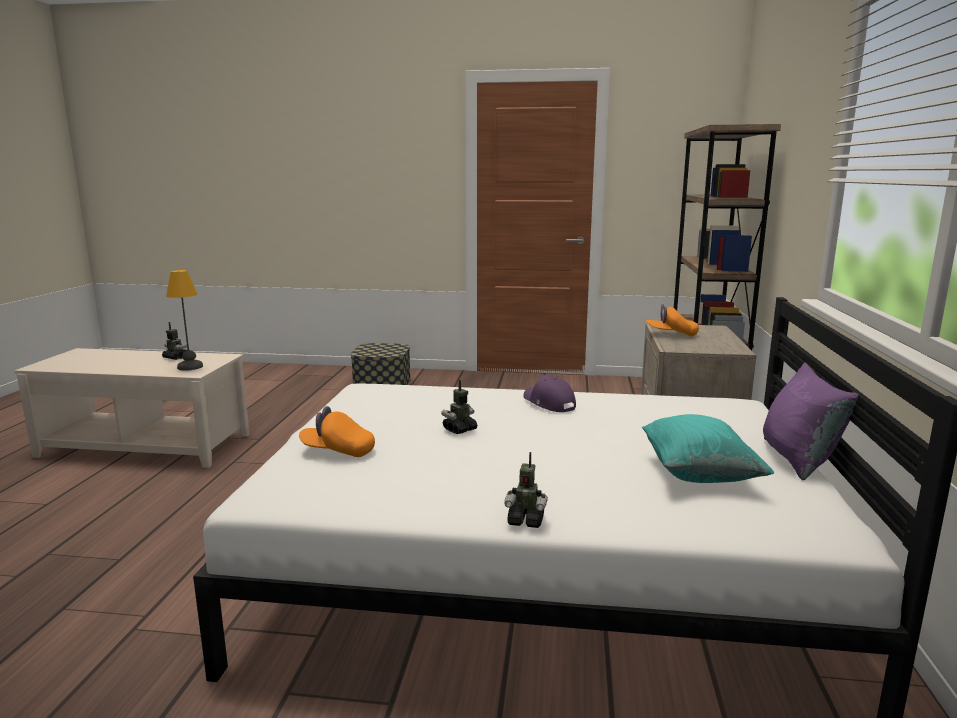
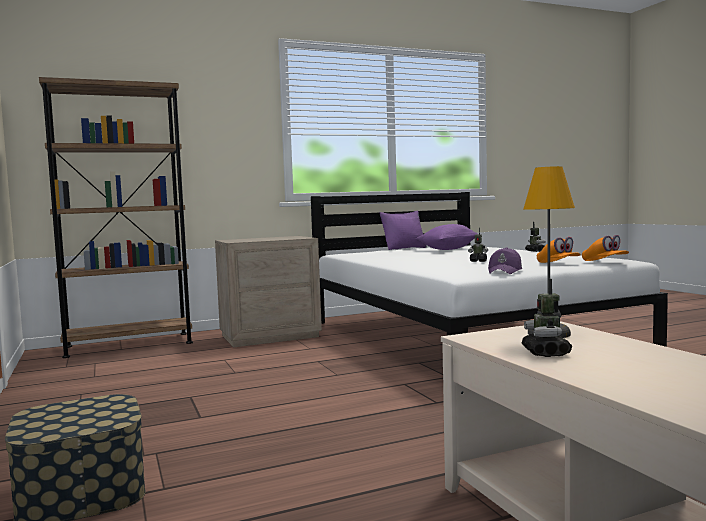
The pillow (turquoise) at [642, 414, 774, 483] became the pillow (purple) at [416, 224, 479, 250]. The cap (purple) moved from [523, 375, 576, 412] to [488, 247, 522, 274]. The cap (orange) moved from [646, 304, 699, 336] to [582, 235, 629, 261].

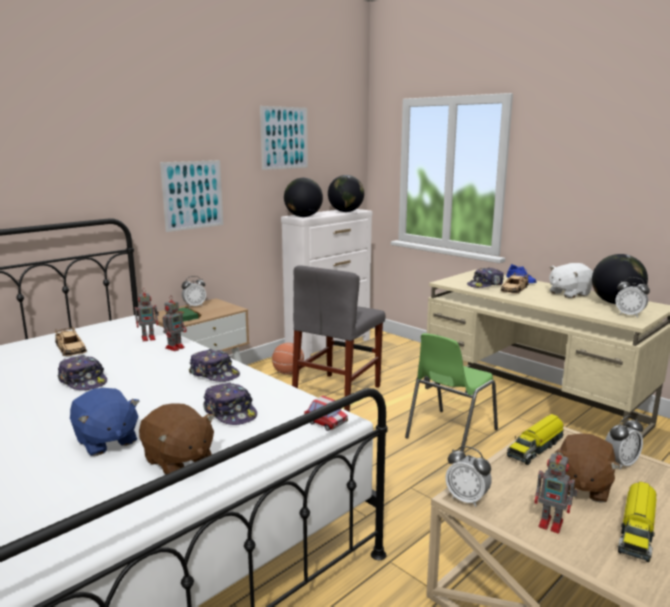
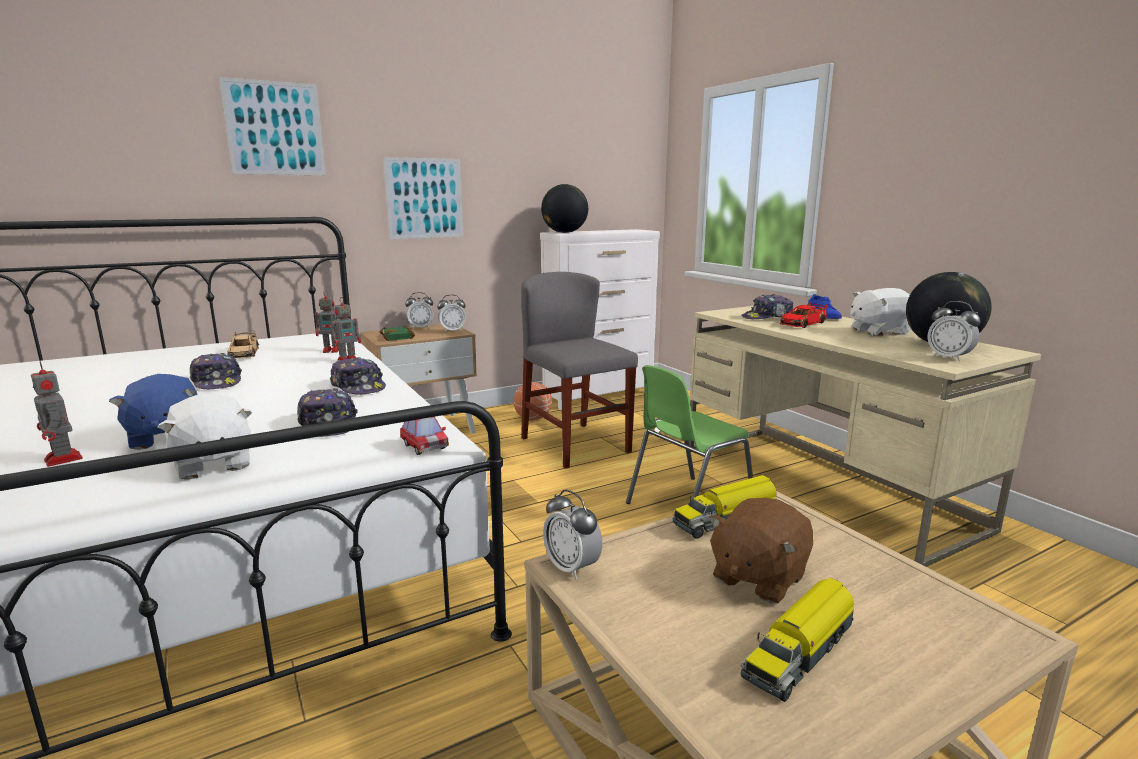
The toy robot moved from [534, 448, 578, 534] to [31, 361, 83, 467]. The plush toy (brown) at [139, 403, 215, 474] became the plush toy (white) at [157, 394, 253, 480]. The picture moved from [260, 106, 308, 170] to [219, 77, 326, 175]. The alarm clock moved from [605, 415, 643, 470] to [437, 295, 466, 333]. The chair (grey) at [292, 265, 386, 412] turned 105 degrees clockwise. The toy car (beige) at [500, 272, 529, 294] became the toy car (red) at [780, 302, 828, 328]. The globe at [328, 175, 364, 212] disappeared.

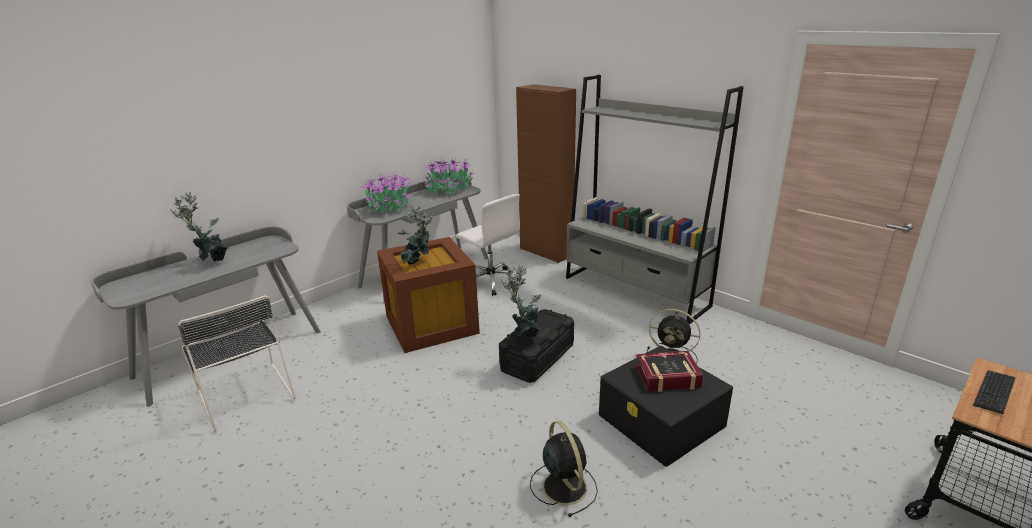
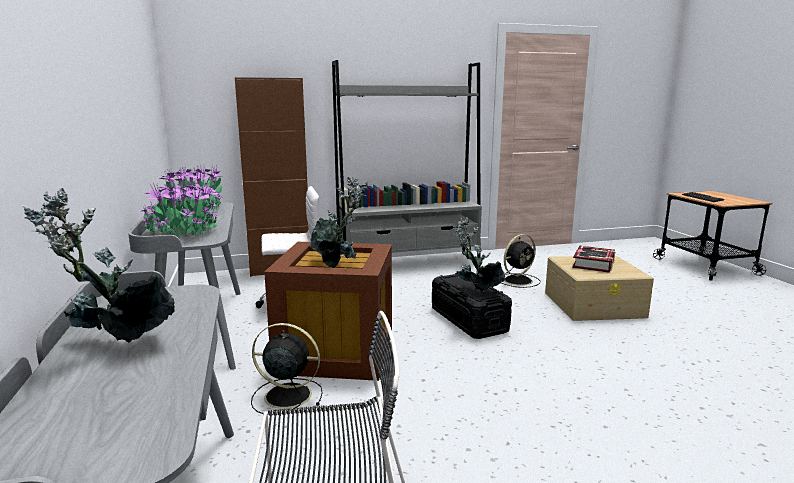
The fan (black) moved from [530, 421, 598, 517] to [251, 323, 323, 414]. The storage box (black) at [599, 346, 733, 467] became the storage box (beige) at [545, 255, 654, 321].

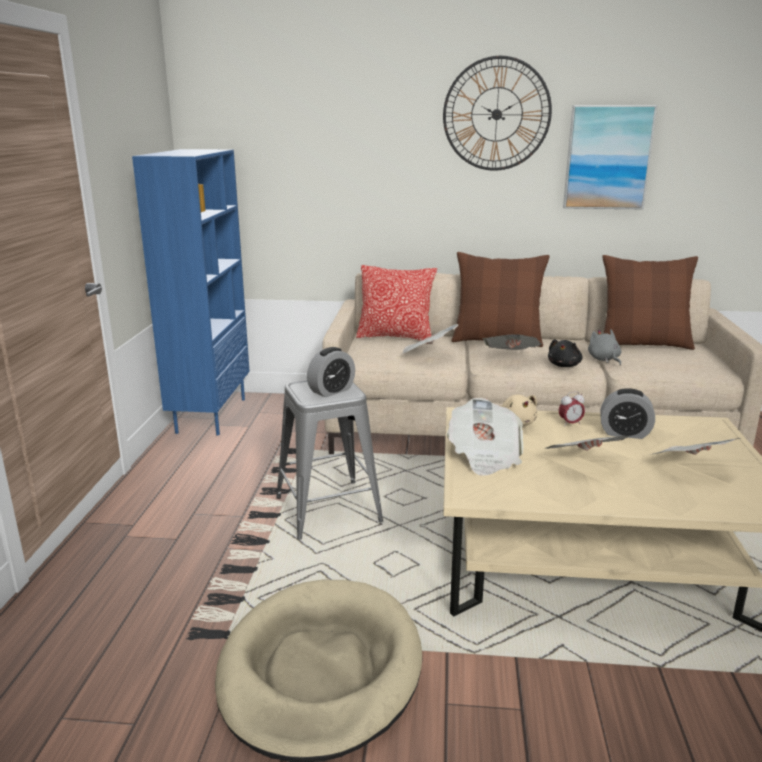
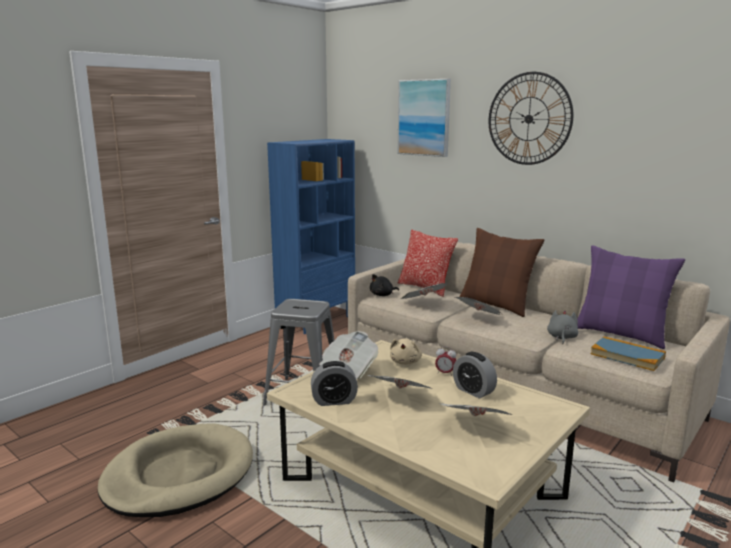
The alarm clock moved from [307, 347, 355, 398] to [311, 361, 358, 406]. The plush toy (black) moved from [548, 339, 583, 367] to [370, 274, 399, 296]. The picture moved from [563, 105, 657, 209] to [398, 79, 451, 157]. The pillow (brown) at [602, 255, 698, 350] became the pillow (purple) at [577, 245, 685, 349]. The book at [590, 336, 666, 371] appeared.

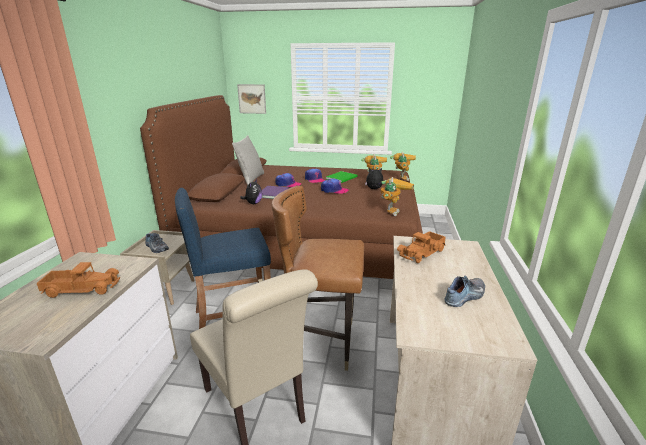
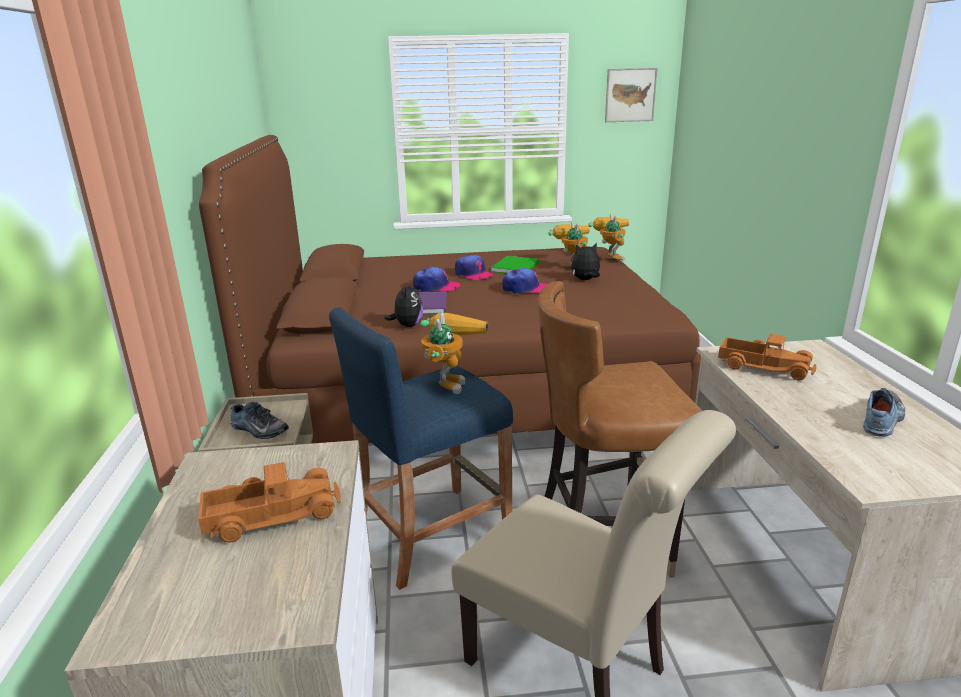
The toy robot moved from [381, 177, 414, 216] to [420, 313, 489, 394]. The picture moved from [237, 84, 266, 114] to [605, 68, 658, 122]. The toy truck at [397, 231, 446, 263] turned 90 degrees counterclockwise. The pillow (grey) at [232, 135, 264, 185] disappeared.

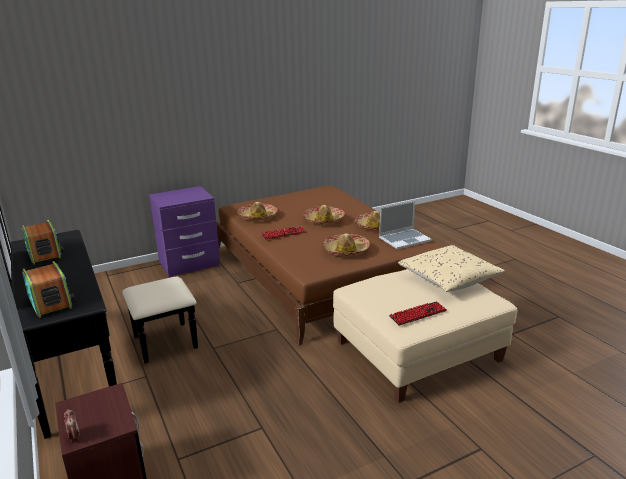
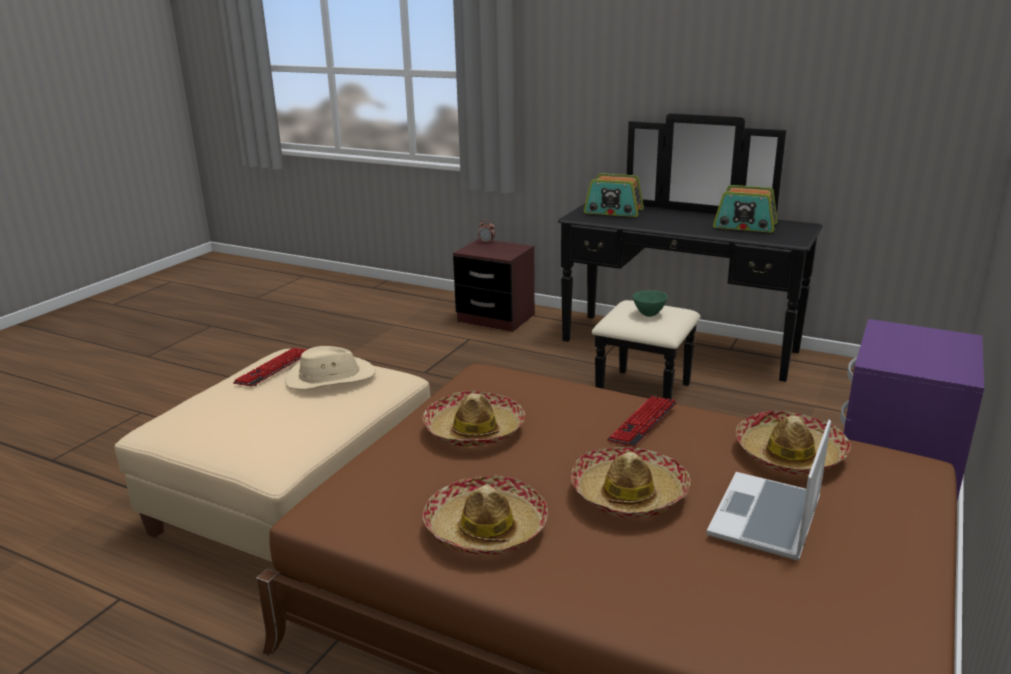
The hat (beige) at [285, 346, 376, 390] appeared. The bowl (green) at [633, 290, 667, 317] appeared. The laptop moved from [379, 201, 432, 250] to [706, 420, 831, 561]. The pillow (beige) at [398, 245, 505, 292] disappeared.

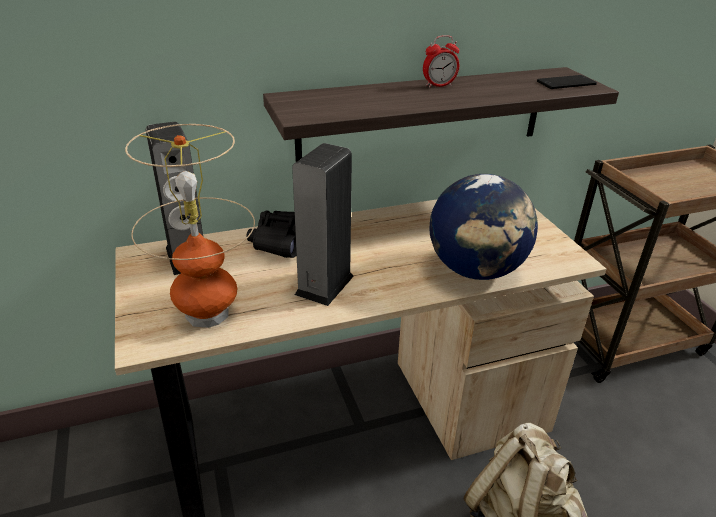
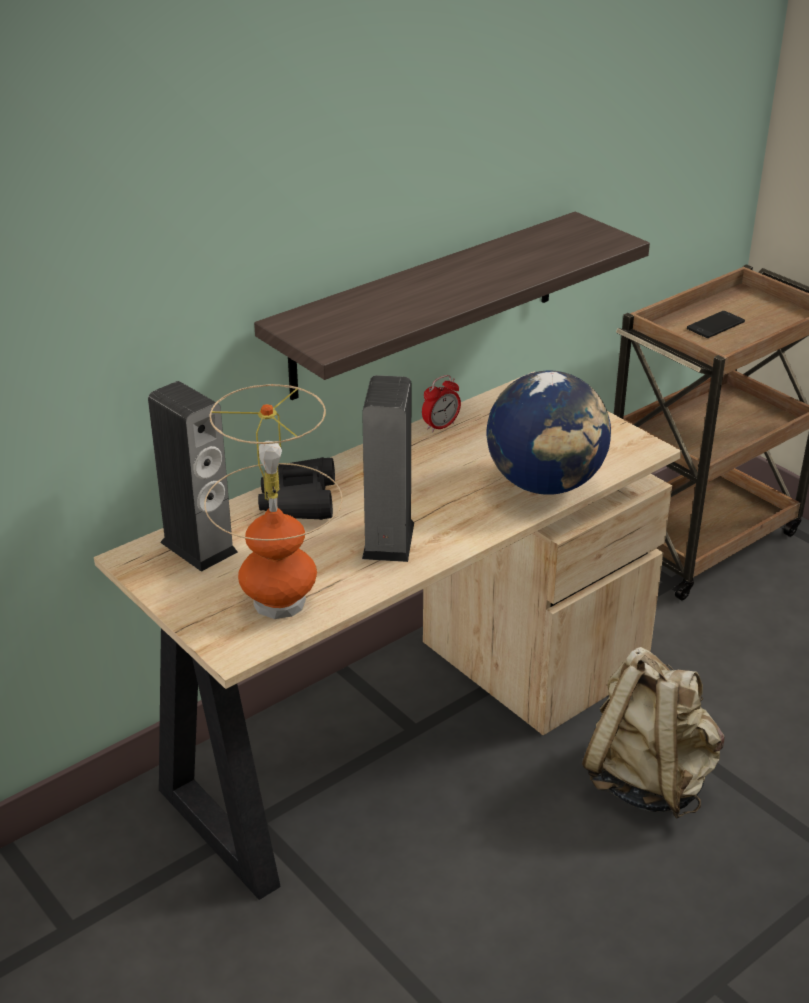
The alarm clock moved from [423, 35, 459, 88] to [422, 375, 461, 433]. The phone moved from [537, 75, 597, 89] to [687, 311, 745, 338].

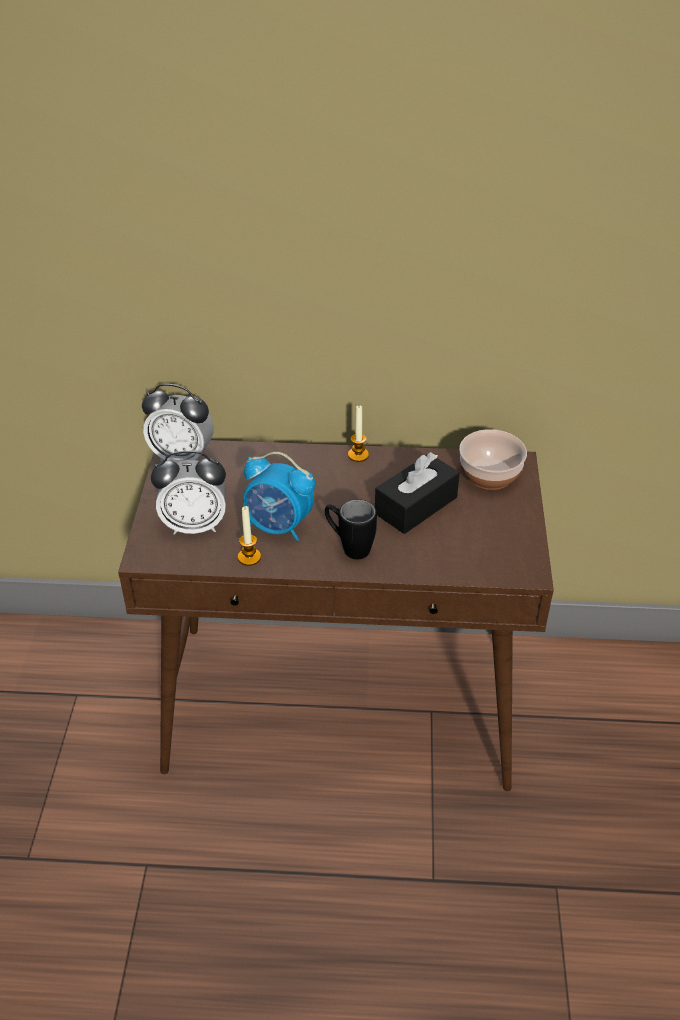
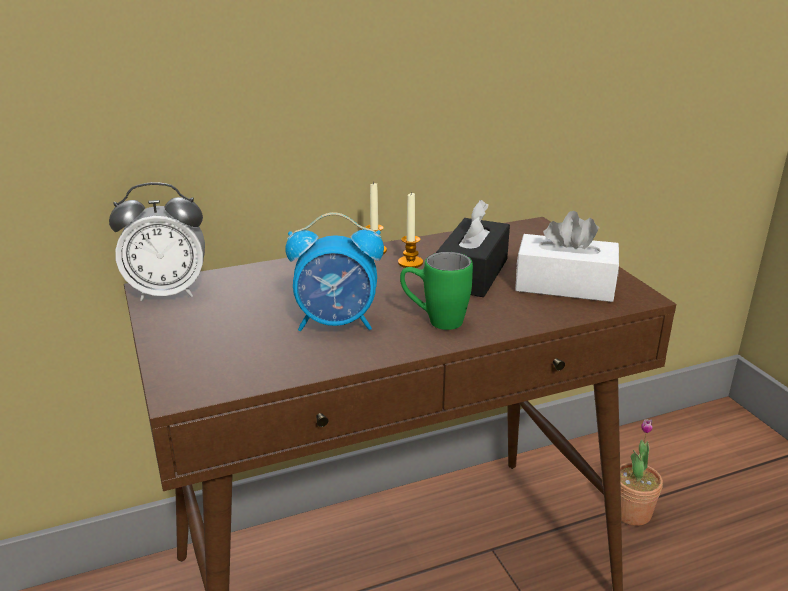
The candle moved from [238, 506, 261, 566] to [398, 192, 423, 268]. The mug (black) at [325, 499, 377, 559] became the mug (green) at [400, 252, 473, 330]. The tissue box (white) at [515, 211, 619, 302] appeared. The potted plant at [620, 419, 663, 526] appeared. The alarm clock at [151, 451, 226, 535] disappeared. The bowl at [459, 429, 527, 490] disappeared.

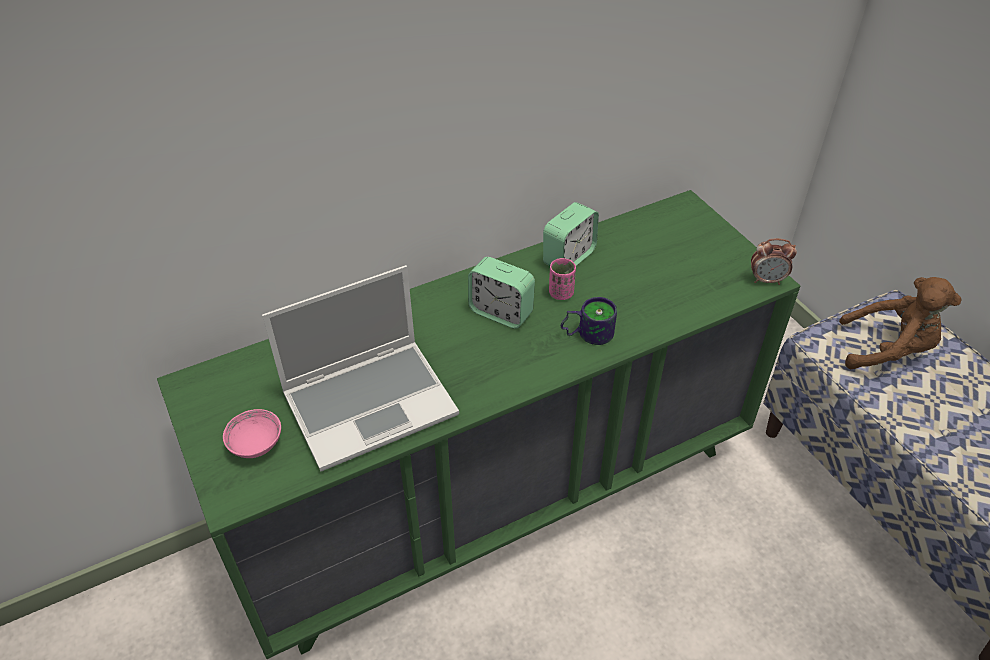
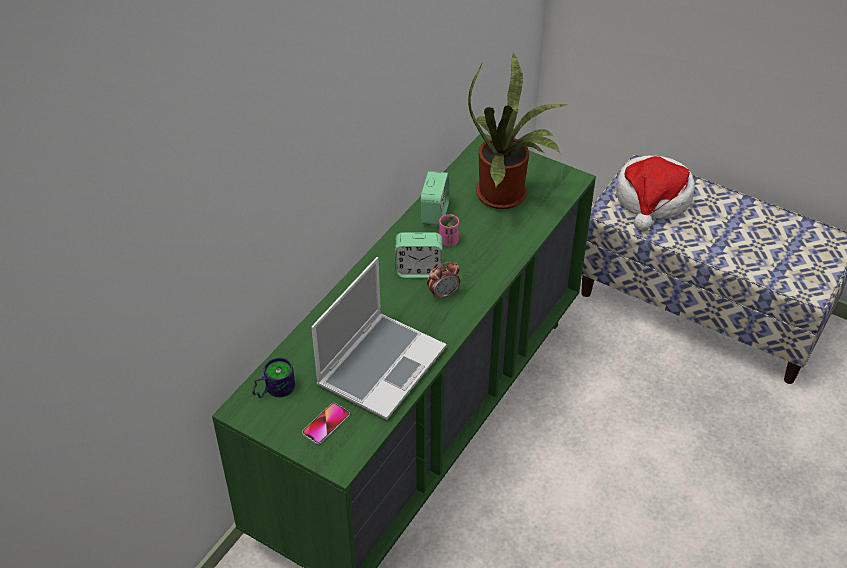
The mug moved from [561, 297, 617, 345] to [252, 358, 295, 398]. The bowl (pink) at [223, 409, 281, 458] was replaced by the phone at [302, 403, 350, 445]. The alarm clock moved from [751, 238, 797, 285] to [427, 262, 460, 300]. The potted plant at [468, 53, 566, 209] appeared. The plush toy (brown) at [839, 277, 962, 369] was replaced by the hat at [616, 156, 695, 231].

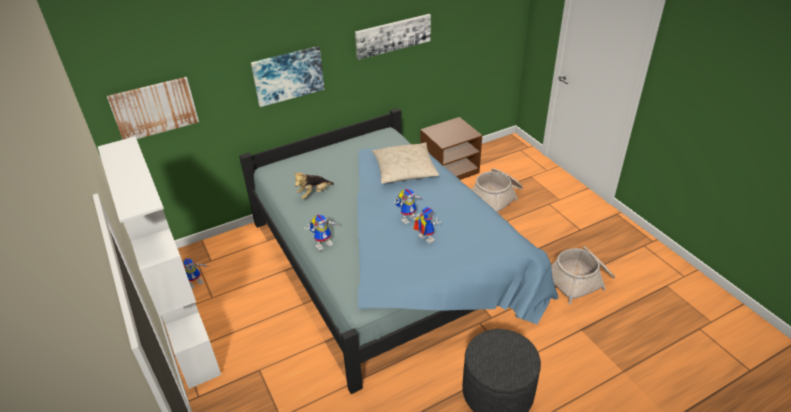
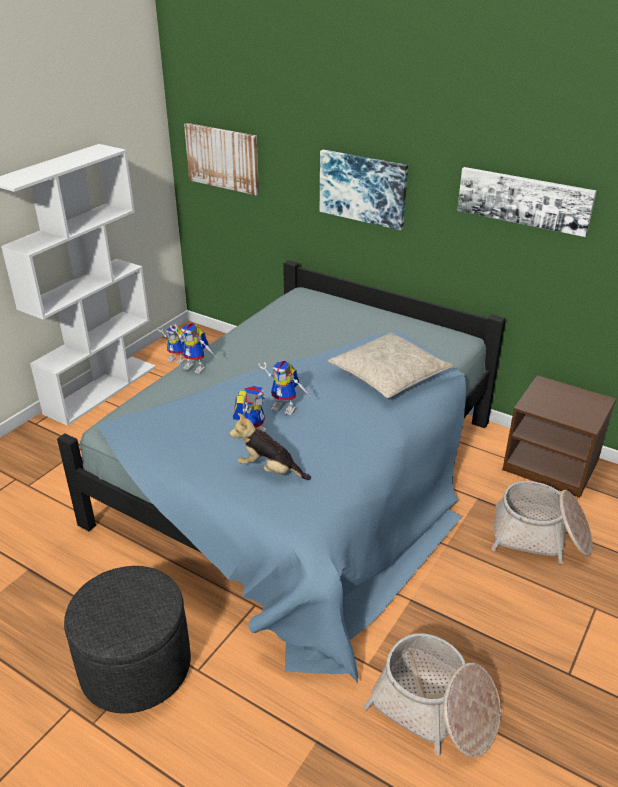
The plush toy moved from [293, 173, 334, 199] to [229, 413, 311, 480].

